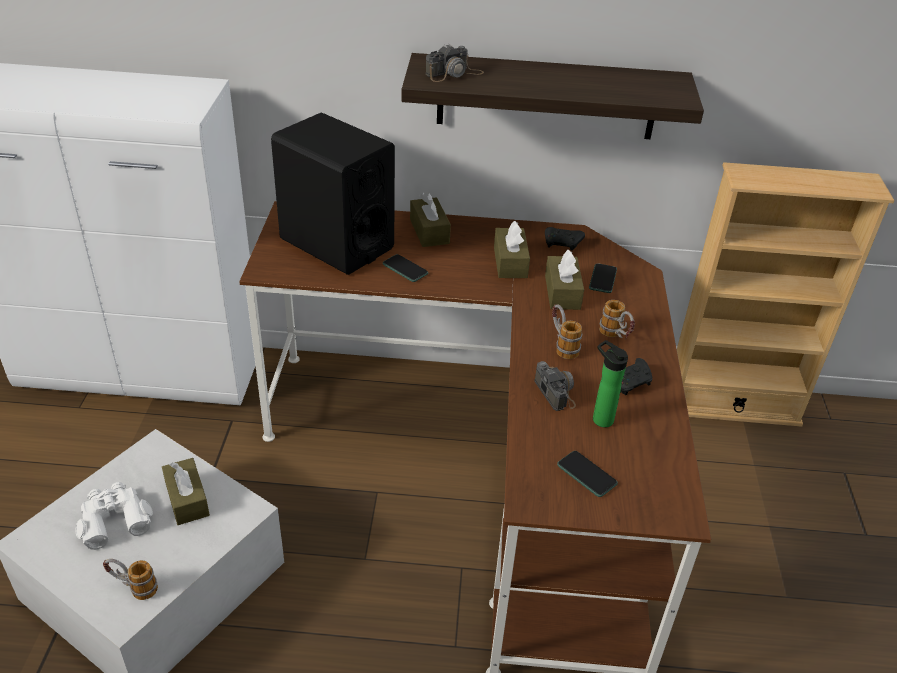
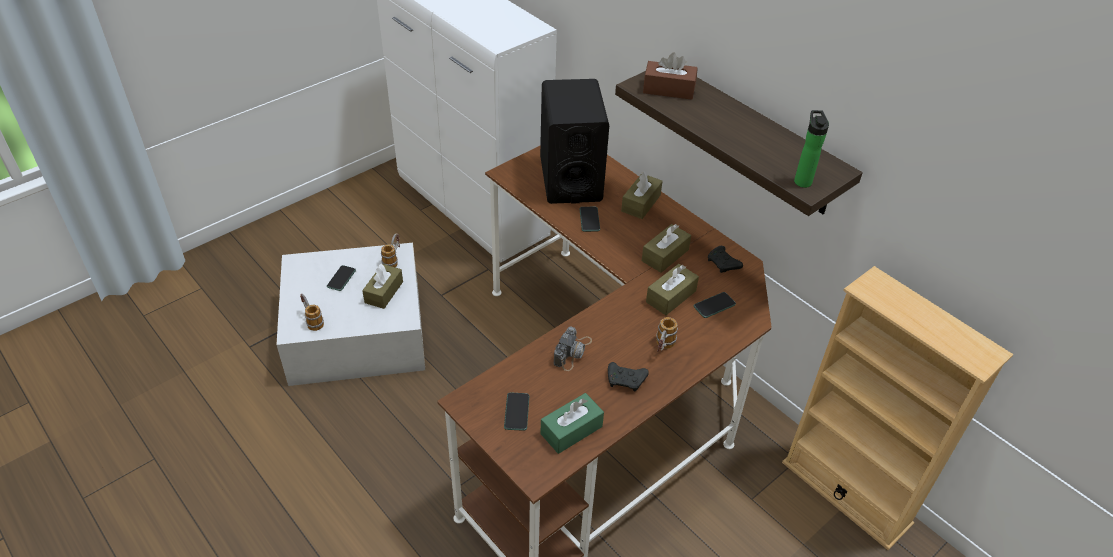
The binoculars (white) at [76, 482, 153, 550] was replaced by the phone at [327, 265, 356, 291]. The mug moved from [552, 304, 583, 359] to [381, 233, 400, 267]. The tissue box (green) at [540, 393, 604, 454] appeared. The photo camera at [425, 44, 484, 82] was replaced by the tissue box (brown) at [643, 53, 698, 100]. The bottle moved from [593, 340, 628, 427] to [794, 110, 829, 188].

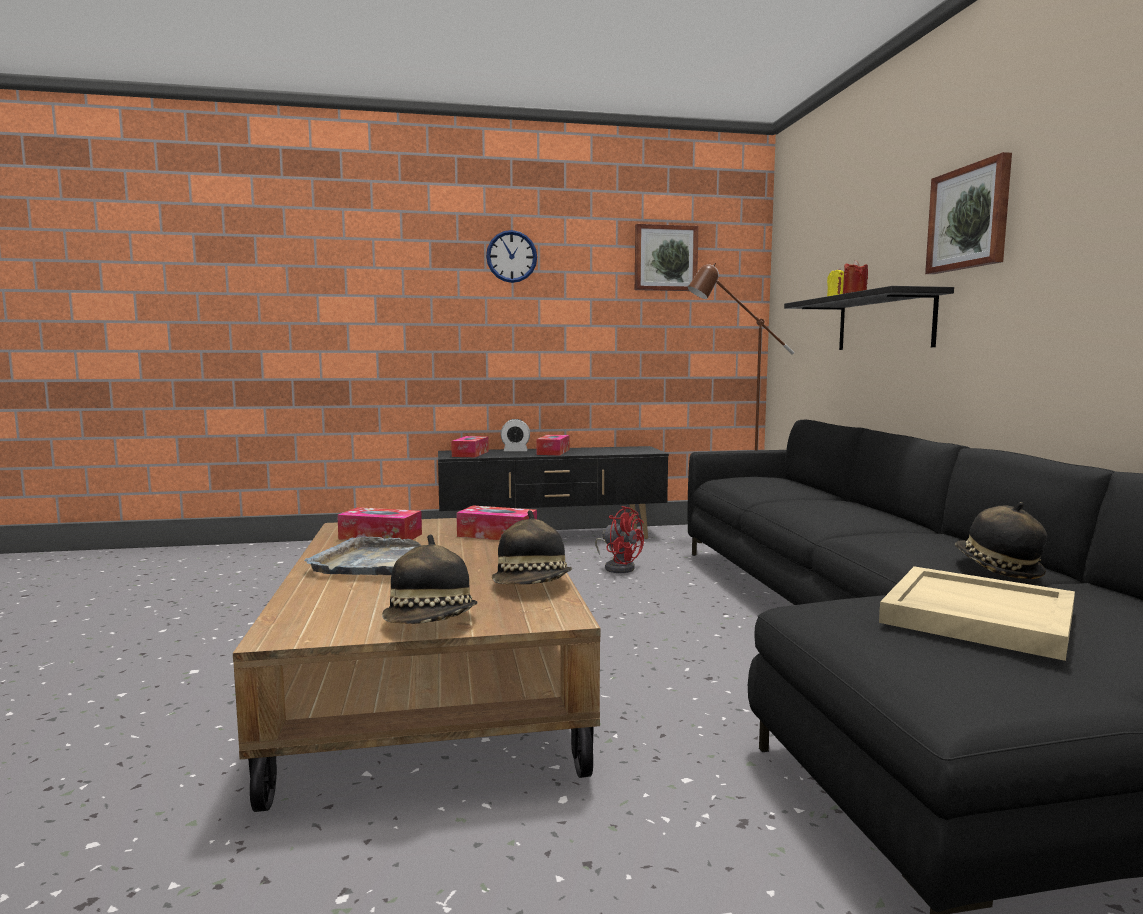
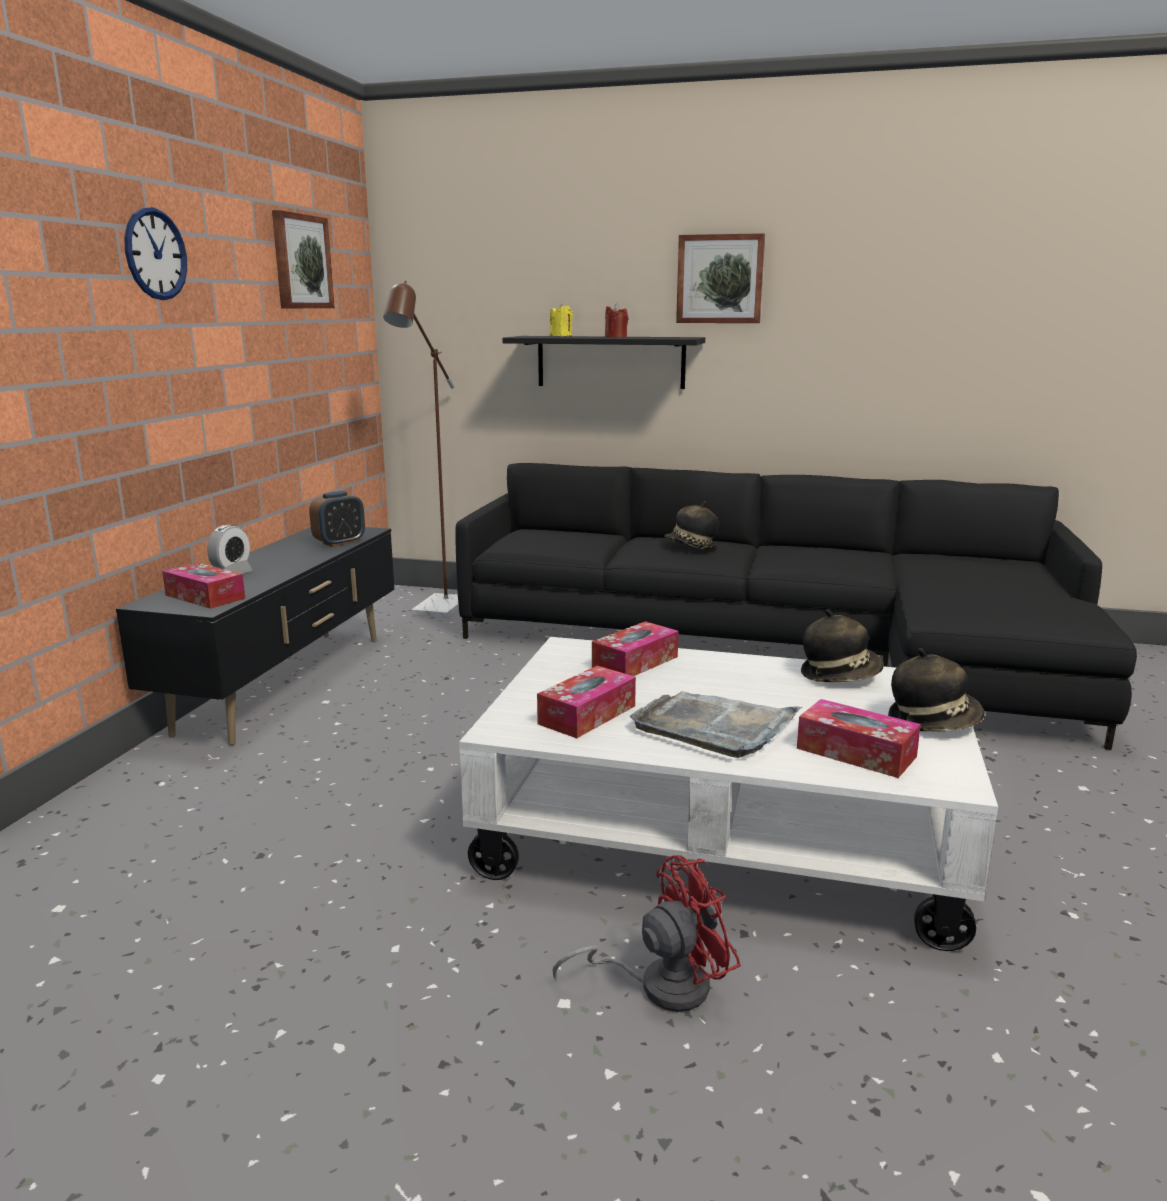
The alarm clock at [309, 491, 365, 547] appeared. The coffee table (brown) at [233, 518, 601, 812] became the coffee table (white) at [459, 637, 998, 951]. The fan (red) moved from [595, 506, 644, 573] to [553, 855, 741, 1012]. The hat moved from [954, 502, 1047, 579] to [664, 501, 719, 550]. The tissue box moved from [536, 435, 569, 455] to [797, 699, 921, 778]. The tray (beige) at [879, 566, 1075, 661] disappeared.

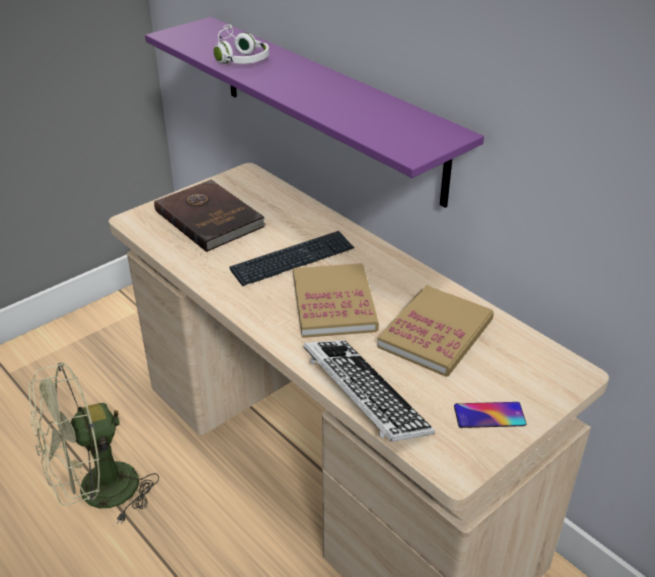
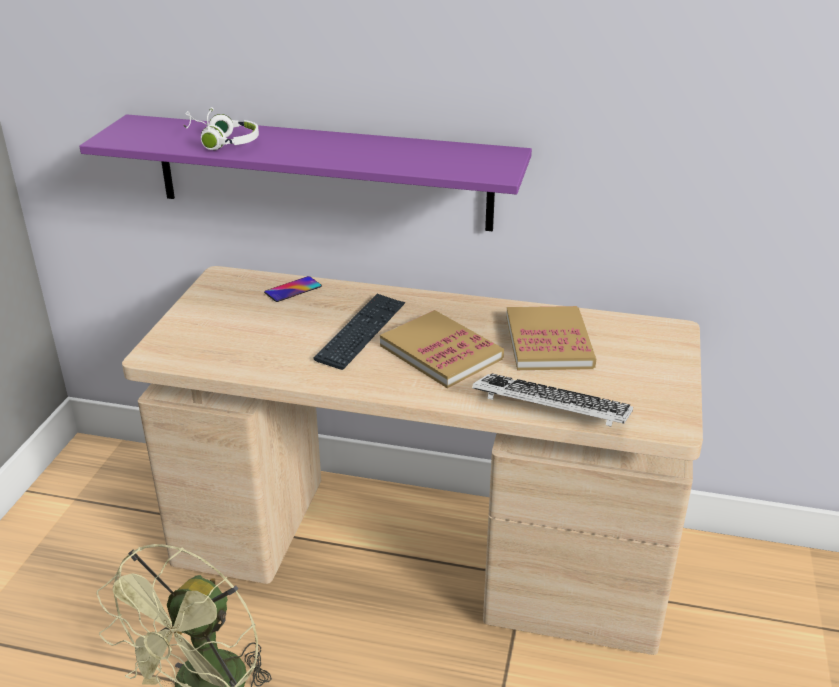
The phone moved from [454, 402, 526, 428] to [264, 276, 322, 302]. The book (brown) at [154, 179, 266, 252] disappeared.

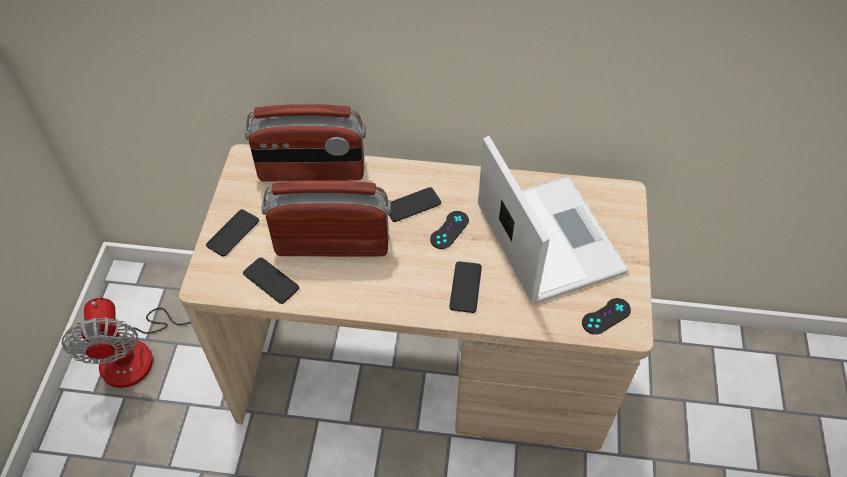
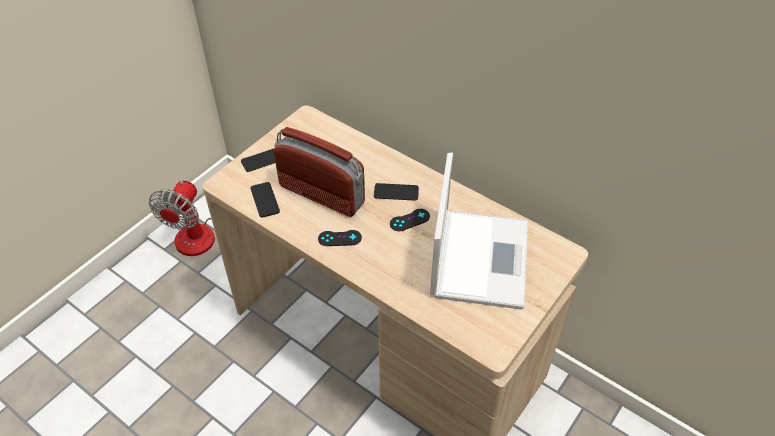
The game controller (black) moved from [582, 298, 631, 335] to [318, 230, 362, 246]. The radio at [245, 104, 366, 182] disappeared. The phone at [449, 261, 482, 313] disappeared.

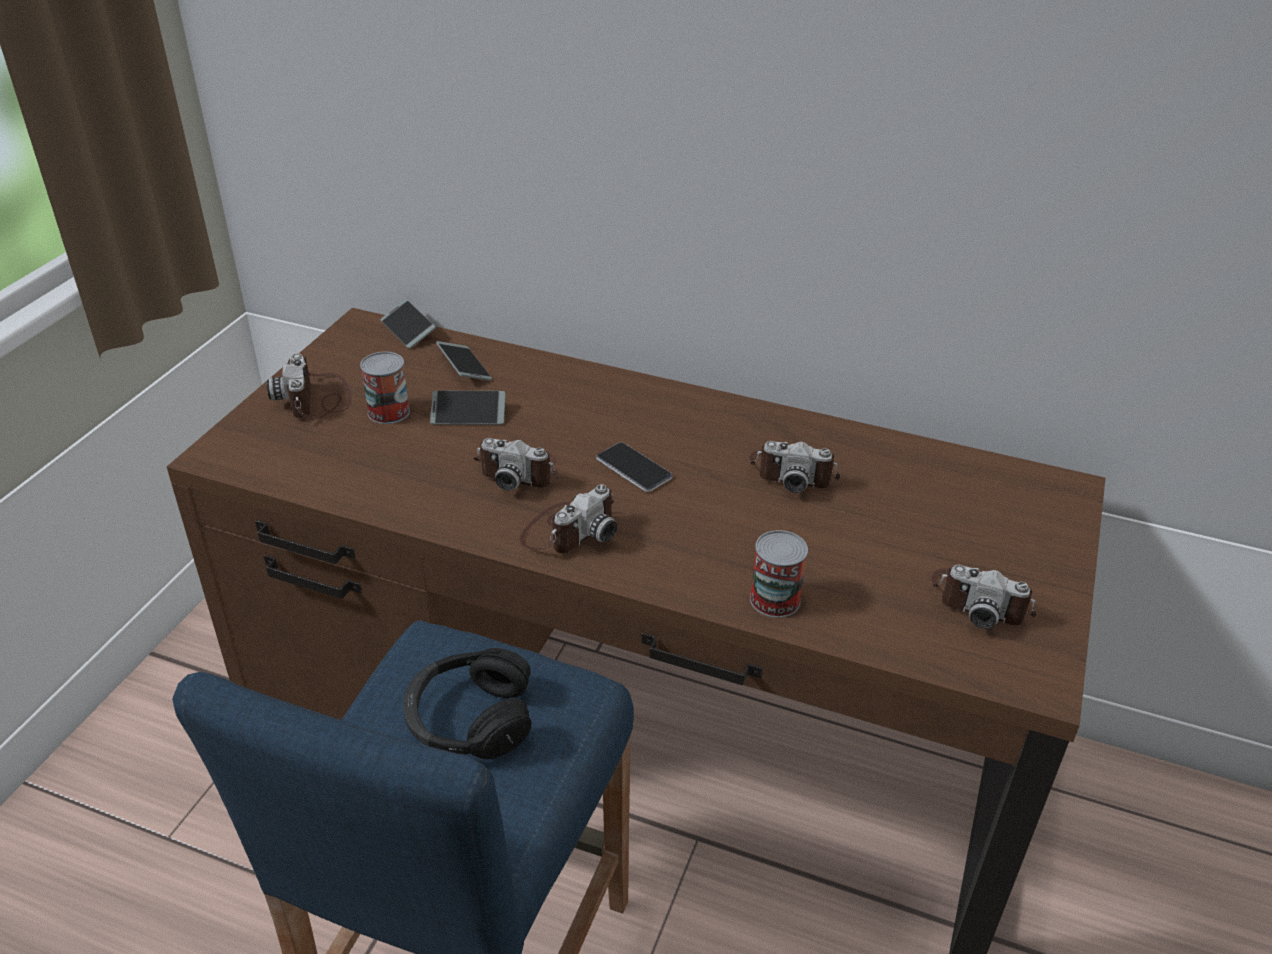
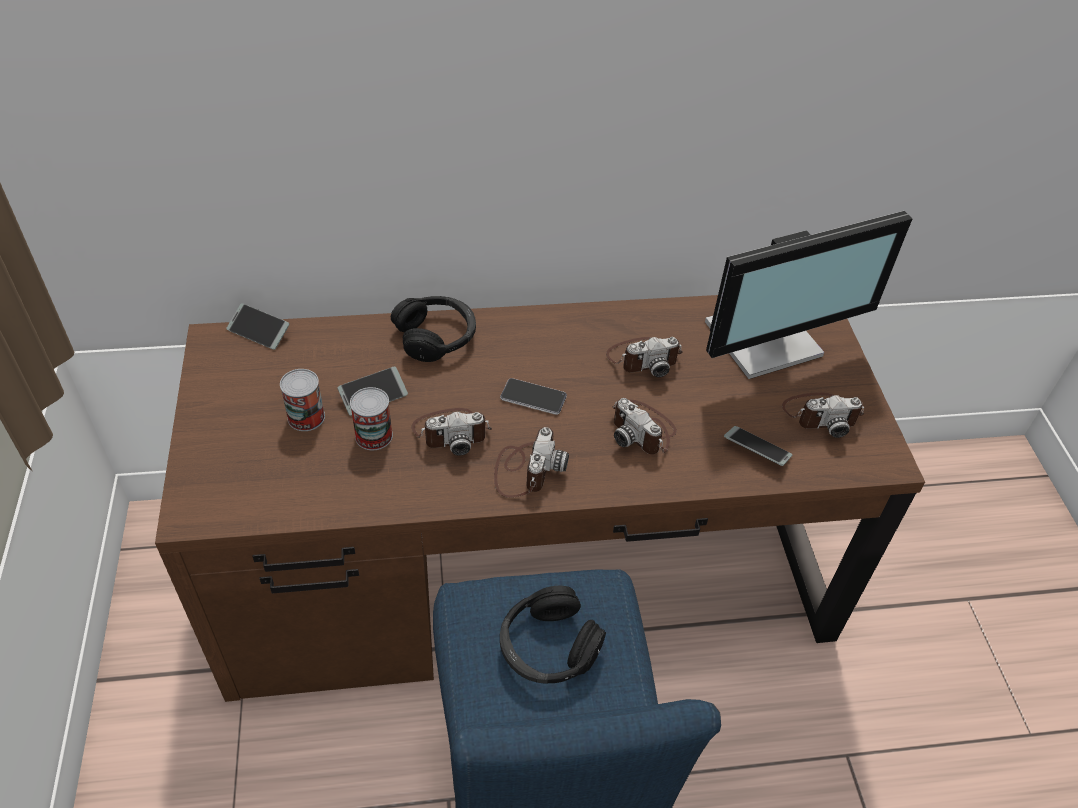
The can moved from [750, 530, 808, 618] to [350, 387, 393, 450]. The headphones (black) at [391, 296, 476, 362] appeared. The photo camera moved from [267, 354, 352, 420] to [612, 398, 677, 454]. The monitor at [705, 211, 912, 379] appeared. The phone moved from [436, 341, 492, 381] to [724, 426, 792, 466].

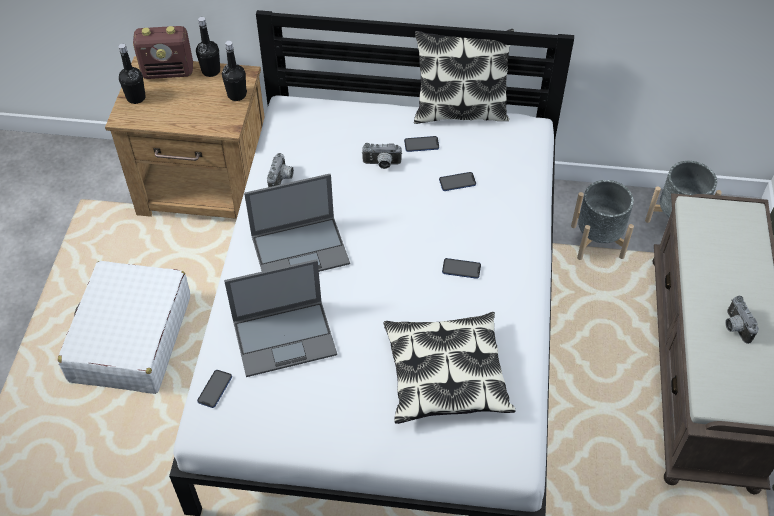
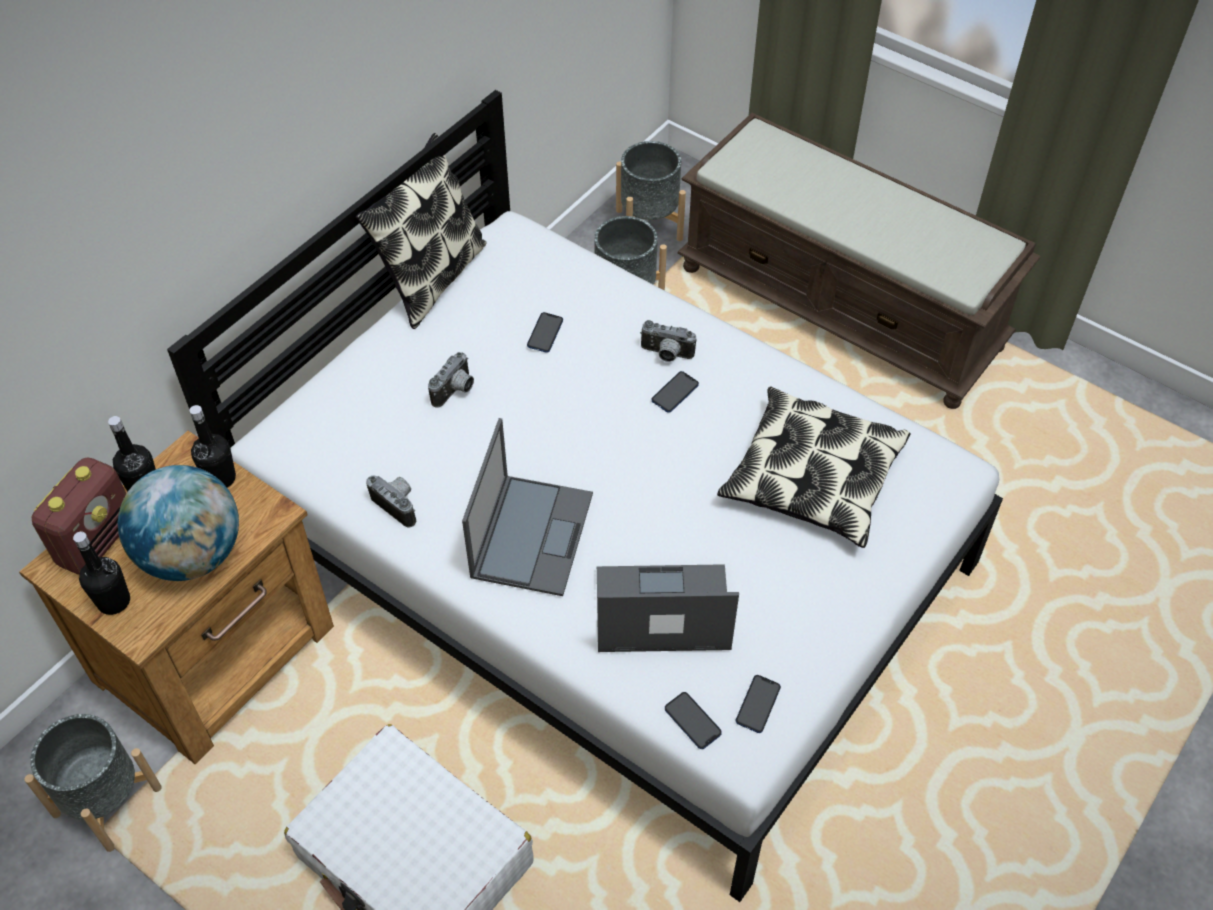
The planter (grey) at [24, 714, 162, 852] appeared. The globe at [118, 465, 239, 581] appeared. The laptop at [224, 259, 337, 377] turned 105 degrees counterclockwise. The photo camera moved from [725, 296, 759, 344] to [640, 320, 696, 362]. The phone moved from [404, 136, 439, 152] to [735, 675, 781, 733].

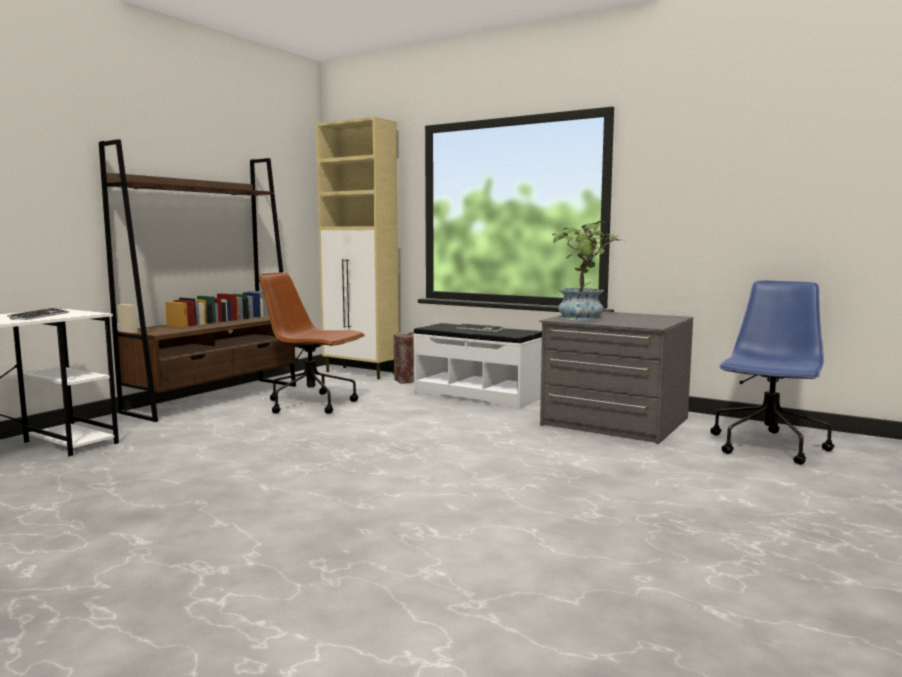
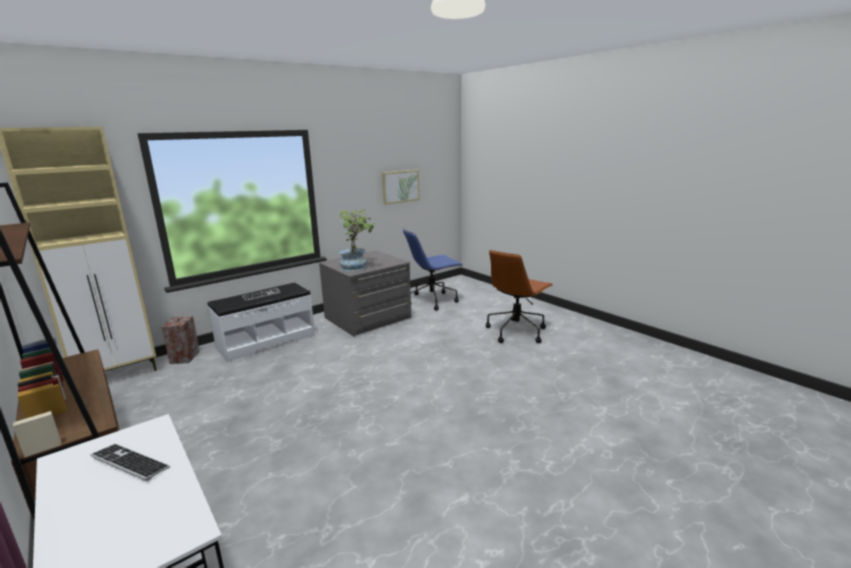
The picture at [382, 169, 420, 205] appeared. The office chair (blue) at [710, 280, 834, 465] turned 75 degrees counterclockwise. The office chair (brown) moved from [259, 273, 365, 414] to [486, 250, 553, 343].

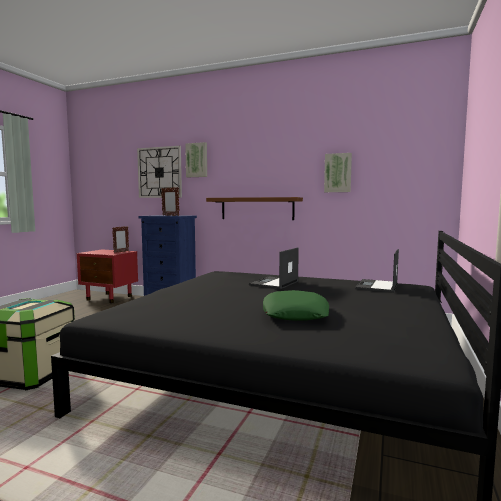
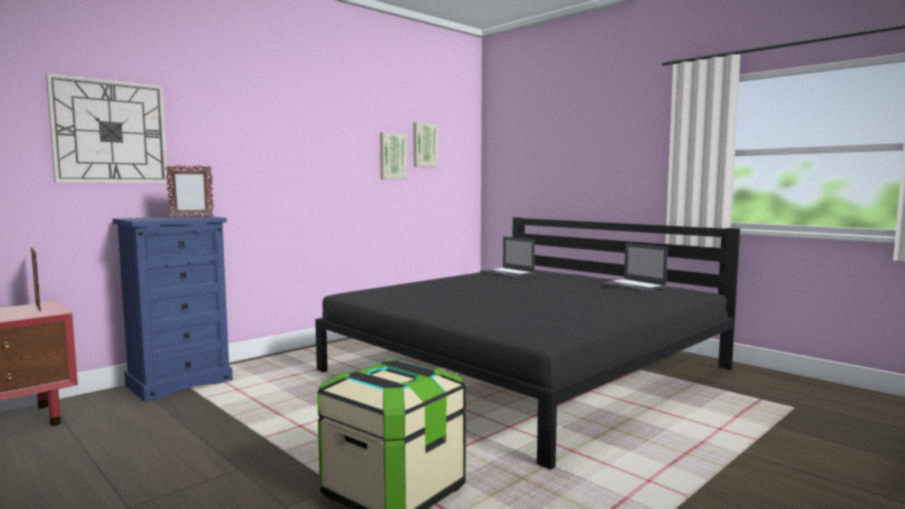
The picture moved from [185, 142, 207, 177] to [413, 122, 438, 168]. The laptop moved from [249, 248, 299, 289] to [600, 243, 668, 292]. The shelf (brown) at [206, 197, 303, 220] disappeared. The pillow (green) at [263, 290, 329, 321] disappeared.

